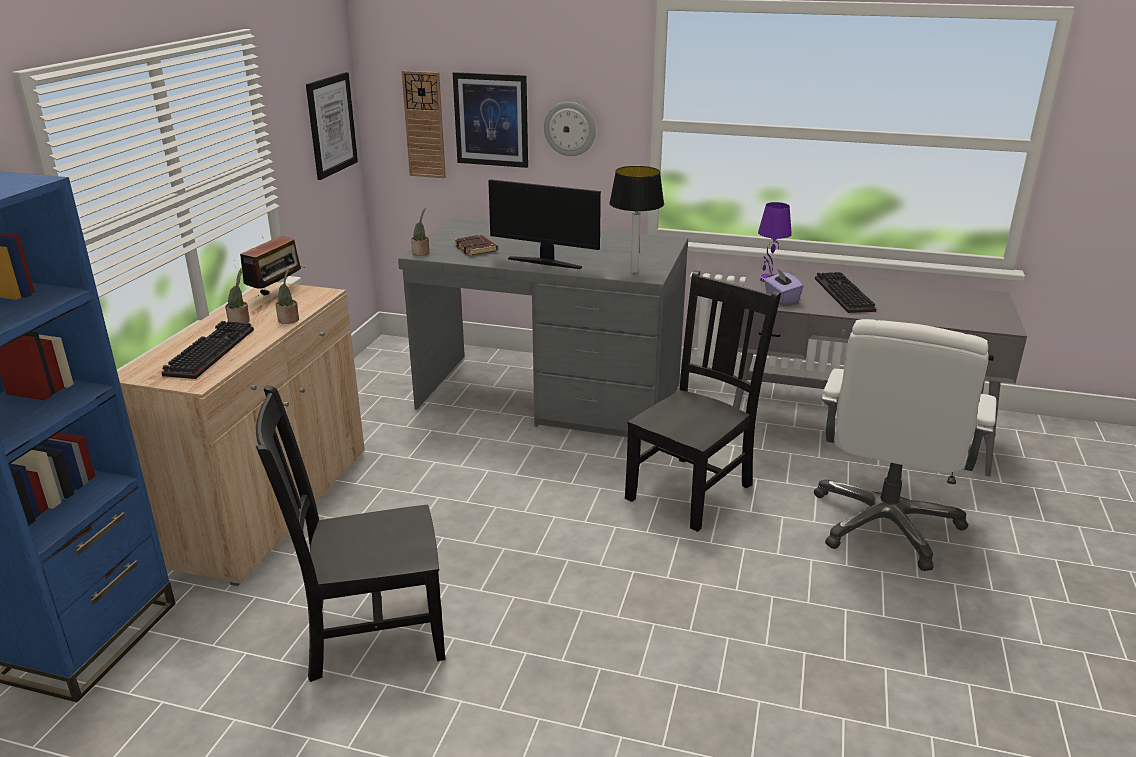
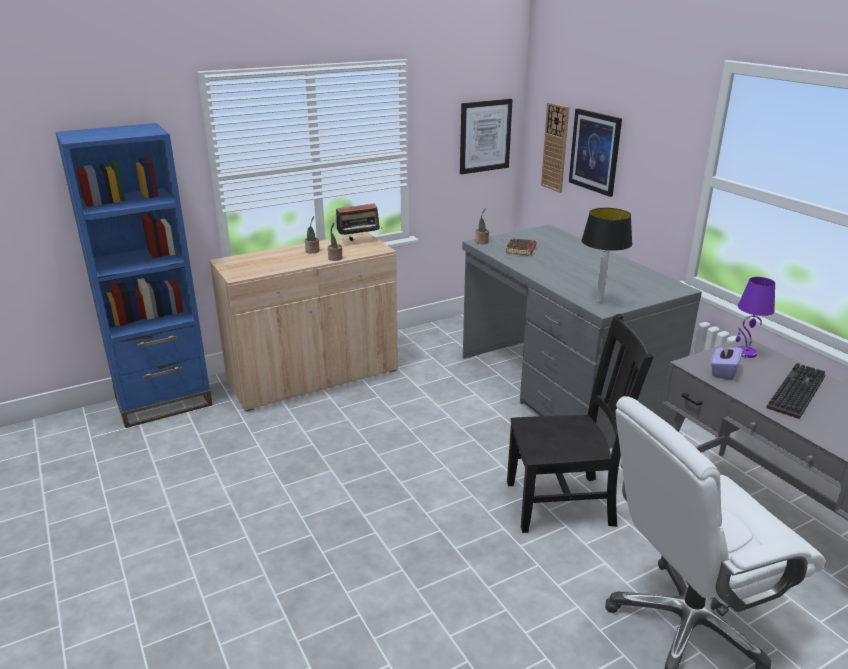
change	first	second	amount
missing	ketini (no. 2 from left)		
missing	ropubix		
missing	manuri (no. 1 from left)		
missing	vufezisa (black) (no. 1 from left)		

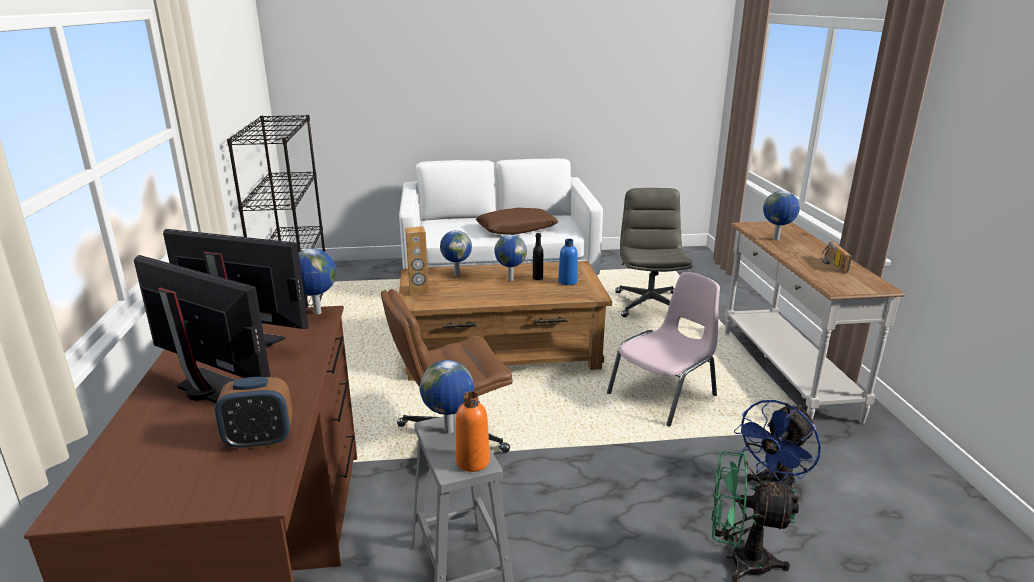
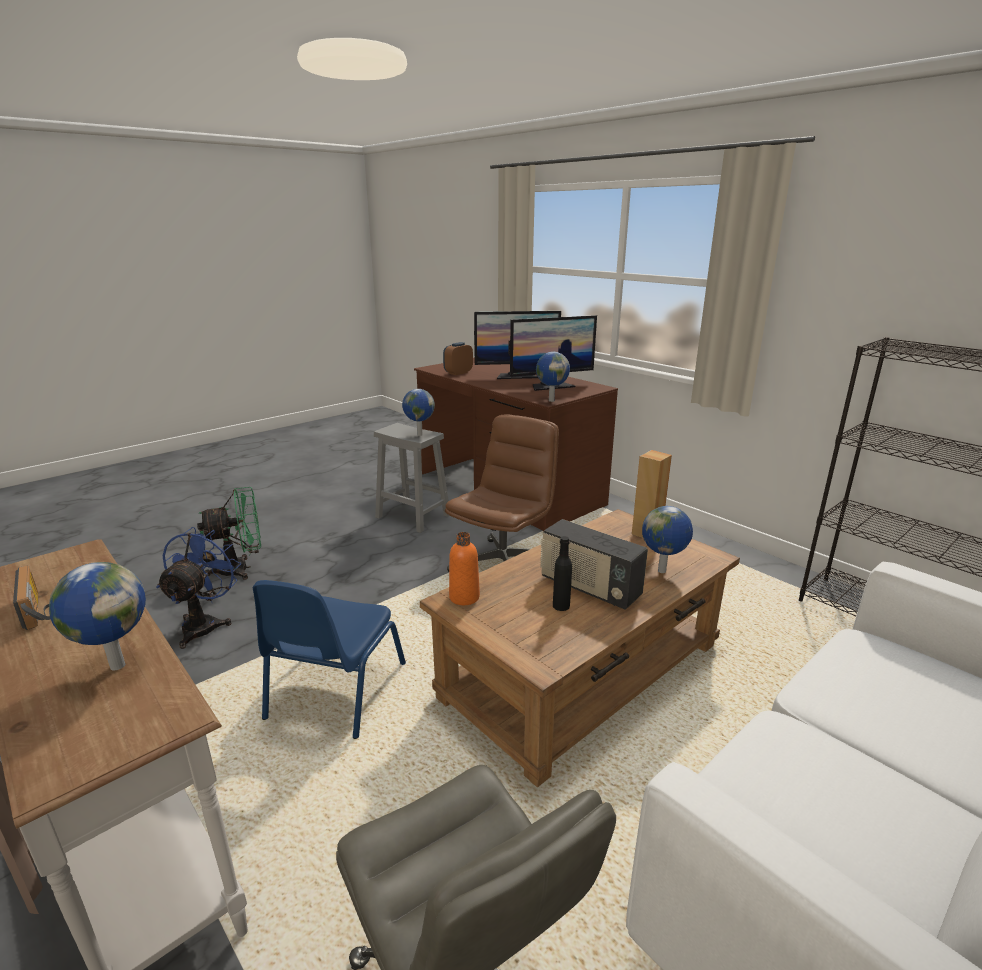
change	first	second	amount
missing	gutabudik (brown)		
exchanged	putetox (no. 4 from left)	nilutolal (no. 2 from left)	
missing	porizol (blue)		
colour	vufezisa (pink)	vufezisa (blue)	
relocated	porizol (orange)		

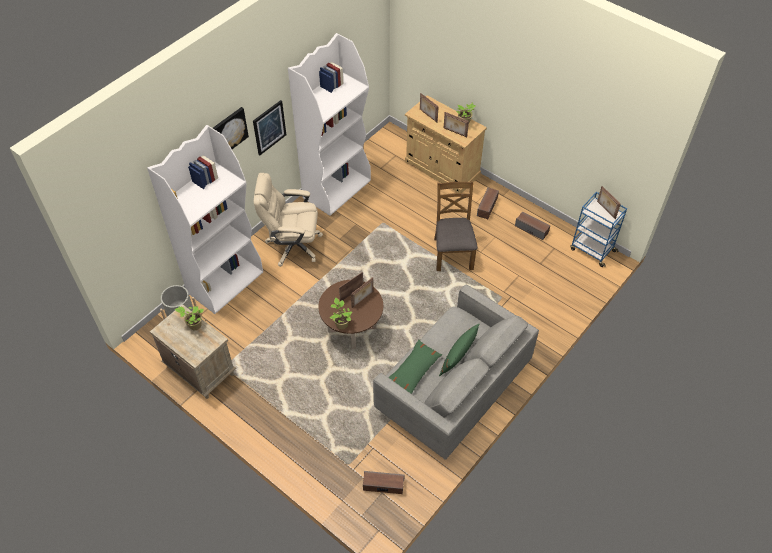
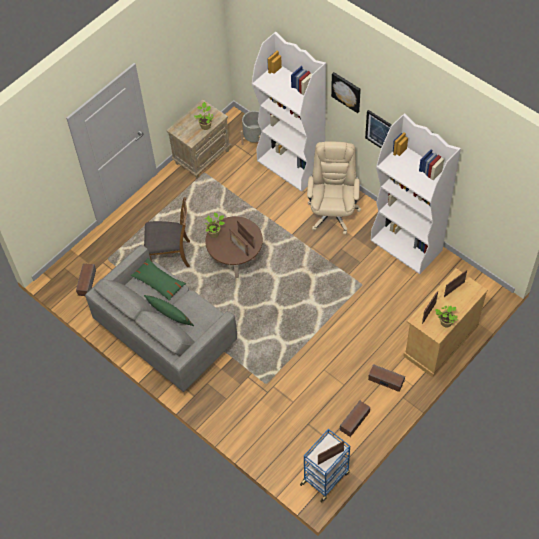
change	first	second	amount
relocated	vufezisa (brown)		

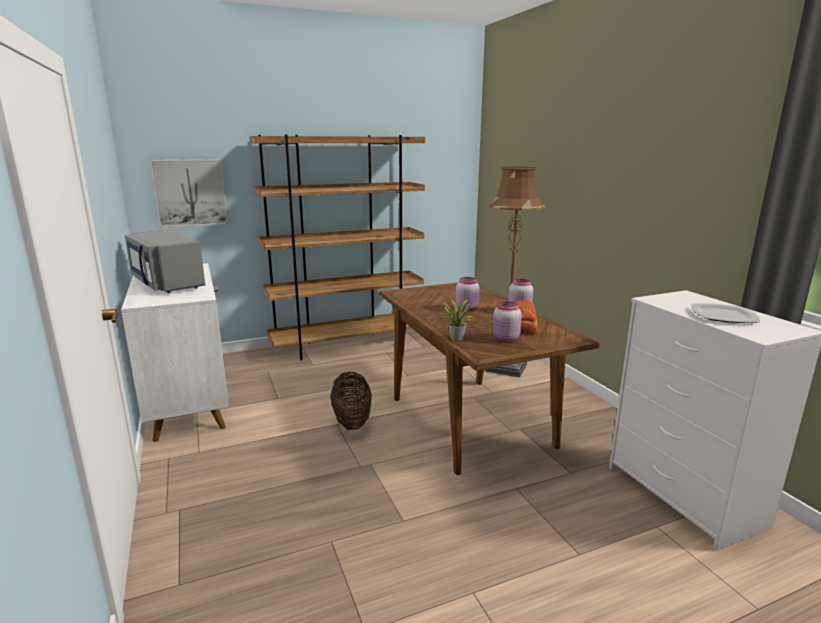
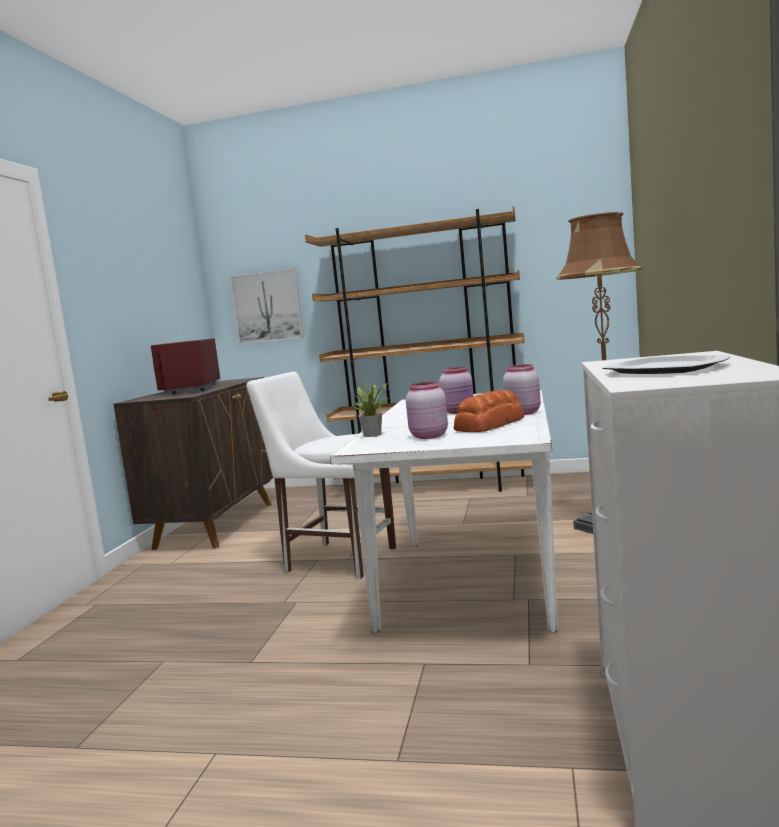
change	first	second	amount
colour	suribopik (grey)	suribopik (red)	
colour	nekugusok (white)	nekugusok (brown)	
colour	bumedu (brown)	bumedu (white)	
exchanged	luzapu	vufezisa (white)	

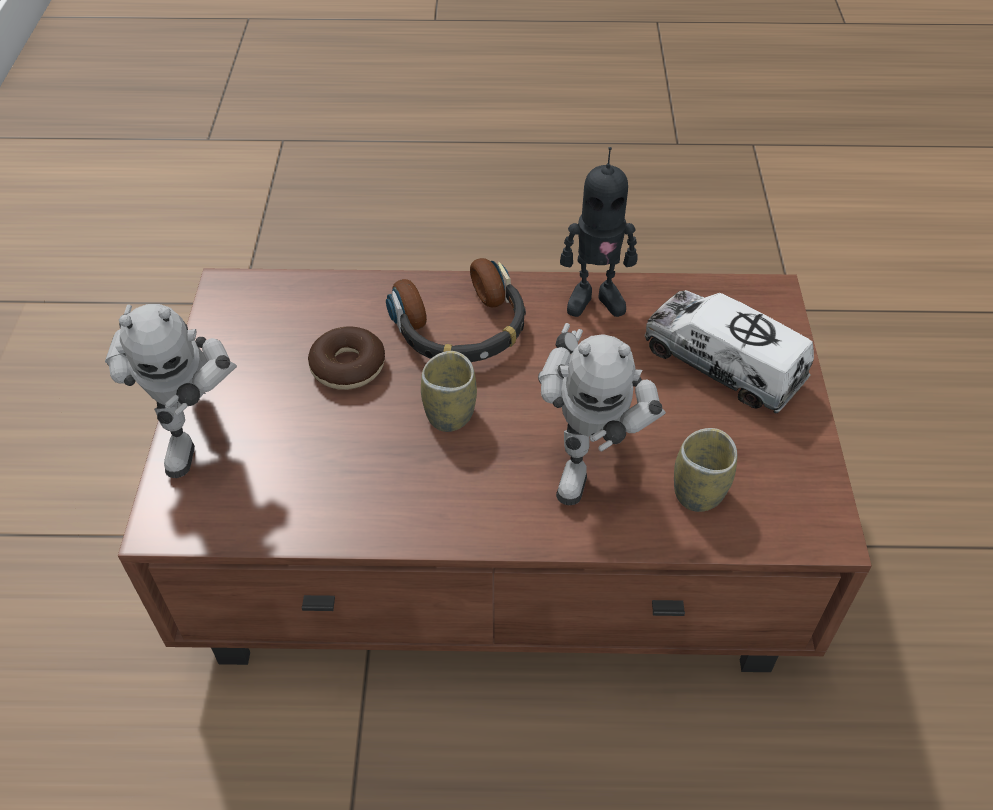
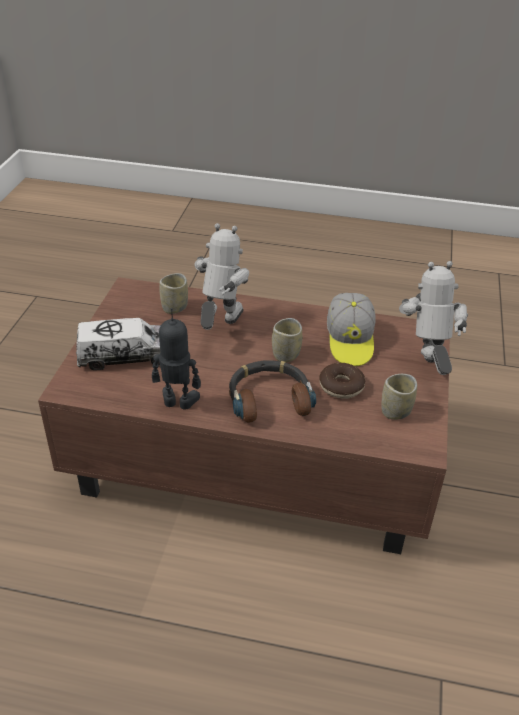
change	first	second	amount
spun	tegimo		60 degrees counterclockwise
appeared		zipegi	
appeared		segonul (no. 3 from left)	

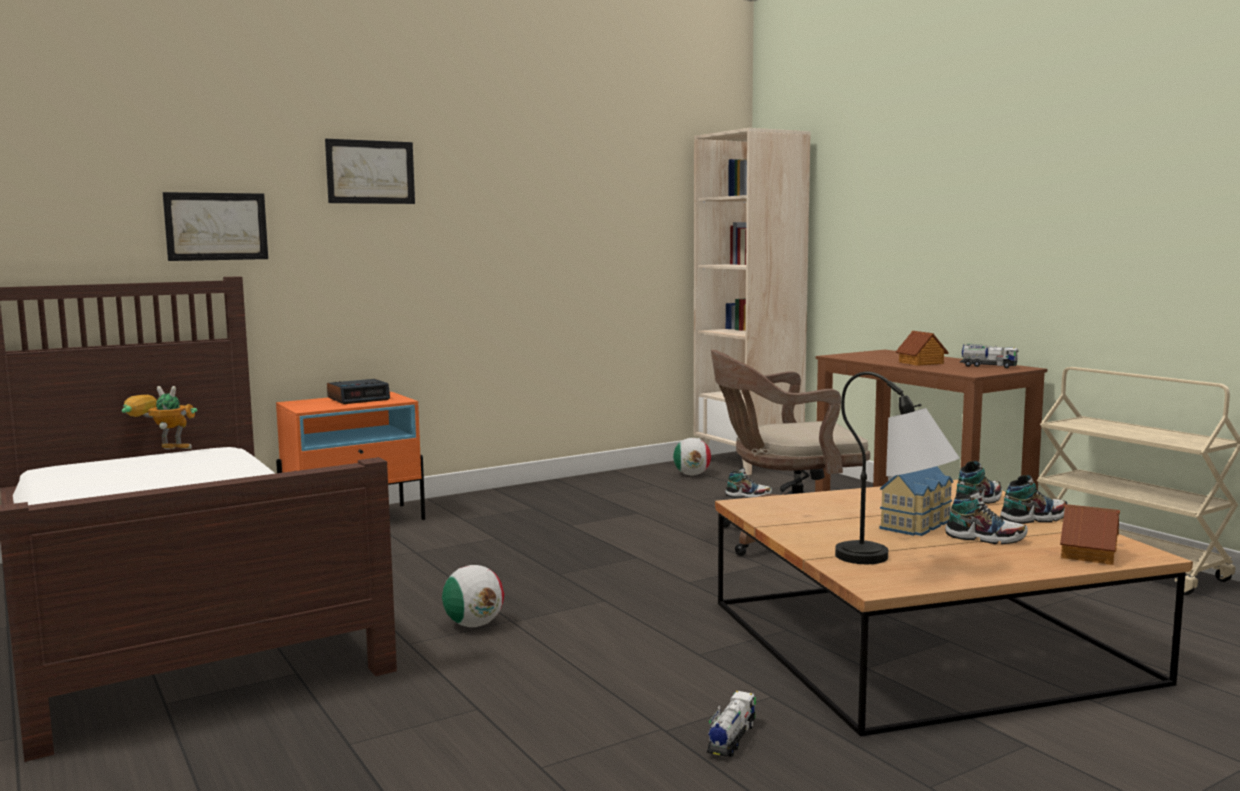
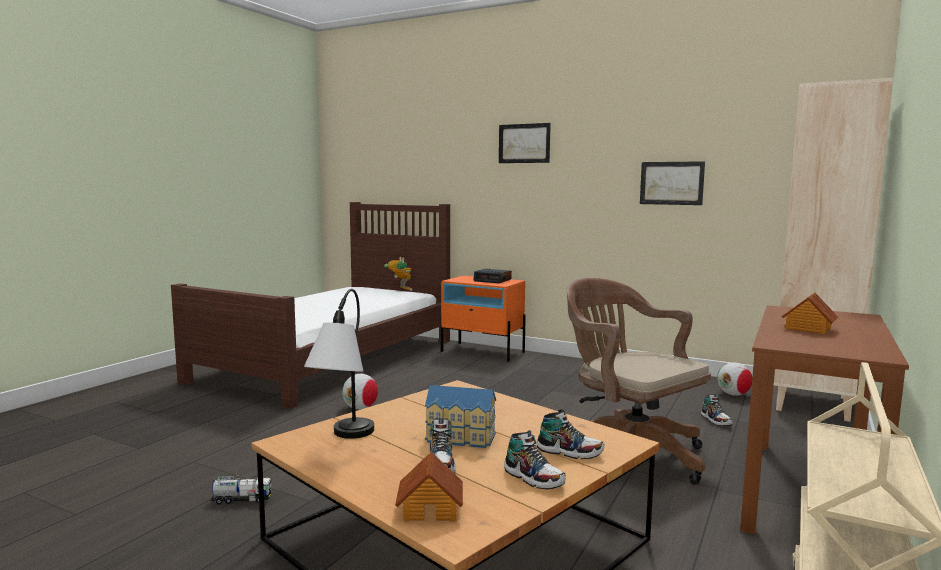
change	first	second	amount
relocated	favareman (no. 1 from left in the first image)	favareman (no. 2 from left)	
missing	tegimo (no. 2 from left)		

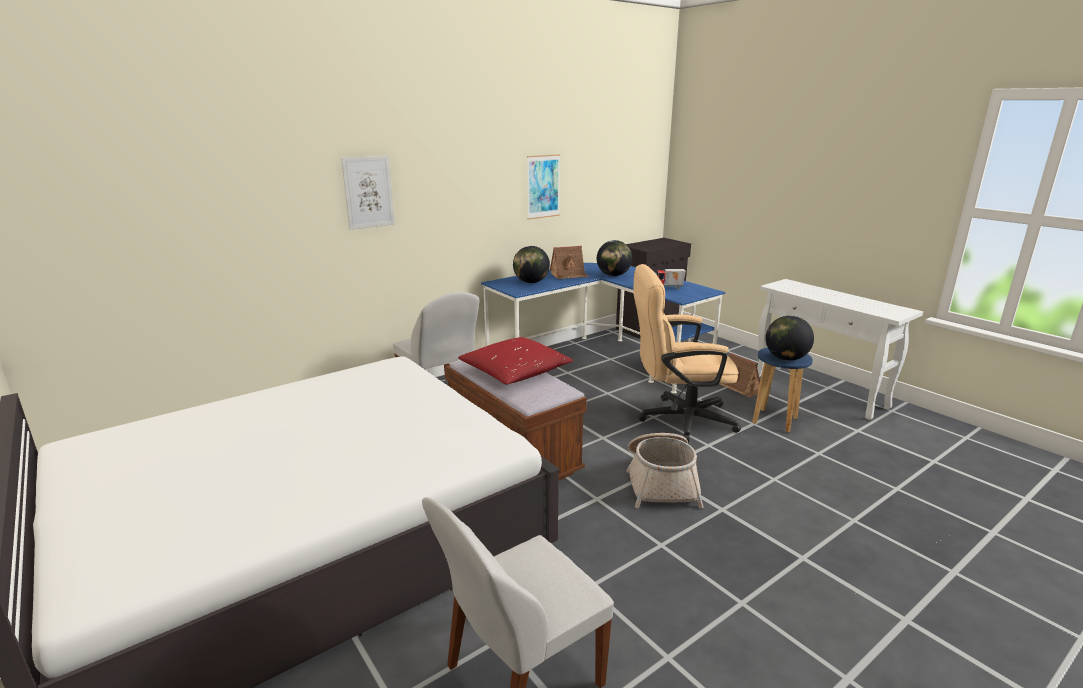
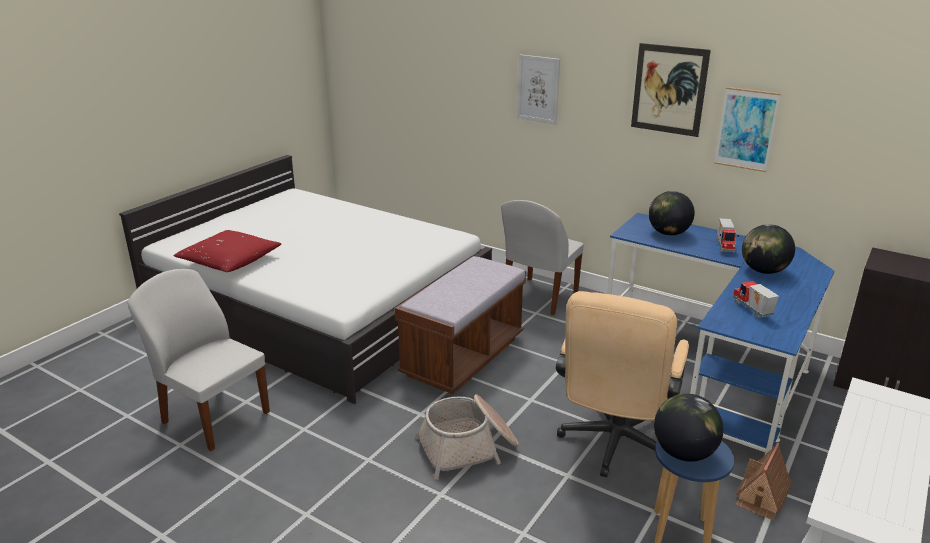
change	first	second	amount
exchanged	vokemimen (no. 1 from left)	tegimo (no. 1 from left)	
spun	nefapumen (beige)		135 degrees counterclockwise
relocated	gutabudik (red)		
appeared		favareman (no. 2 from left)	

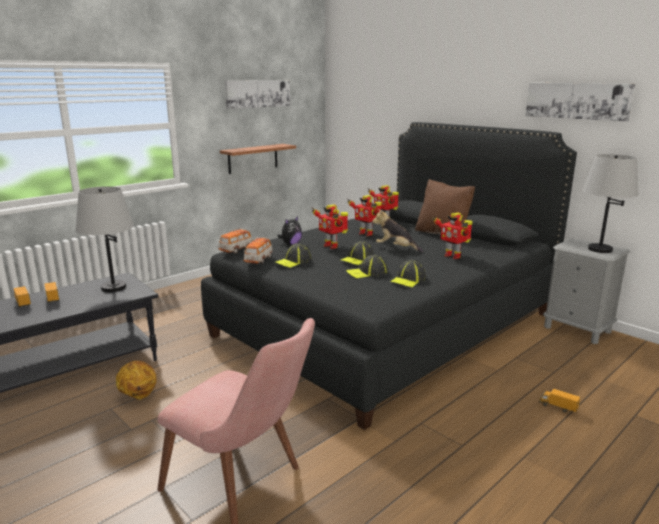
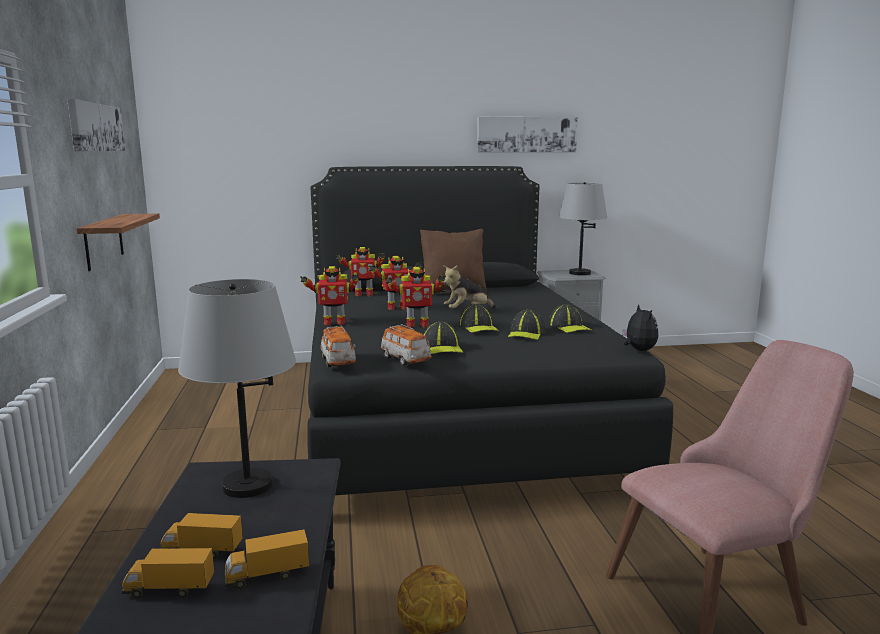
change	first	second	amount
relocated	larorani (no. 4 from left in the first image)	larorani (no. 1 from left)	
relocated	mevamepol (no. 1 from left in the first image)	mevamepol (no. 2 from left)	
relocated	tegimo (no. 3 from left)		

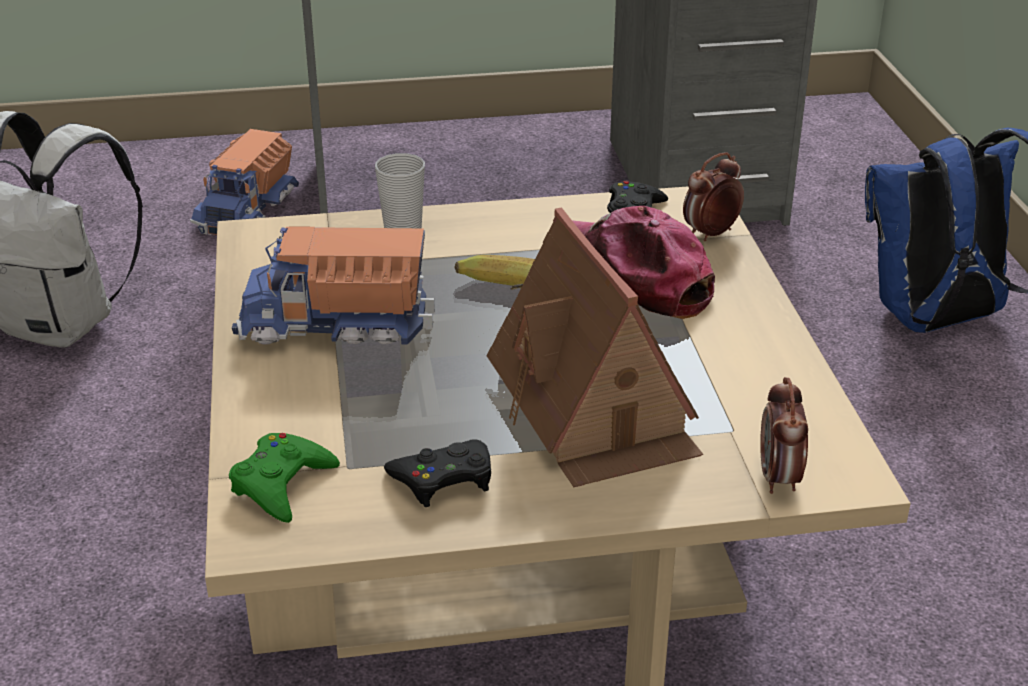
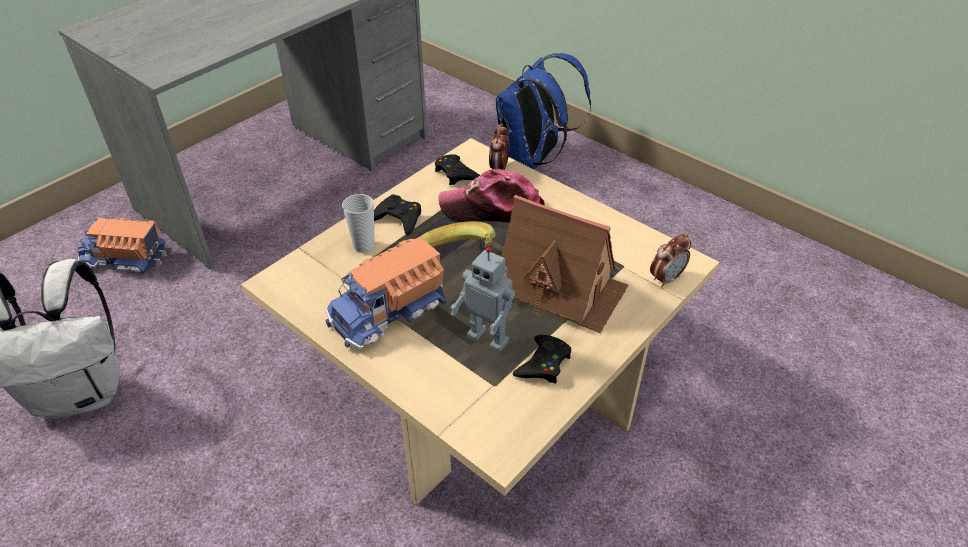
change	first	second	amount
spun	tegimo (no. 1 from left)		120 degrees clockwise
spun	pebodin (no. 2 from left)		90 degrees counterclockwise
missing	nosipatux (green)		
appeared		nosipatux (black) (no. 1 from left)	
appeared		larorani	

